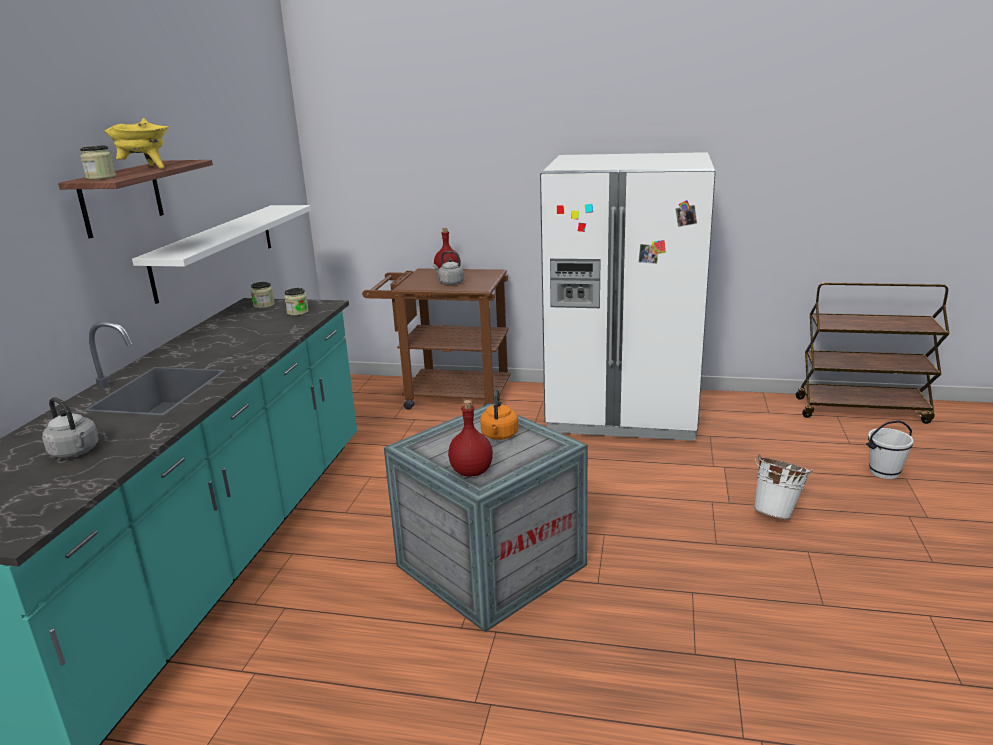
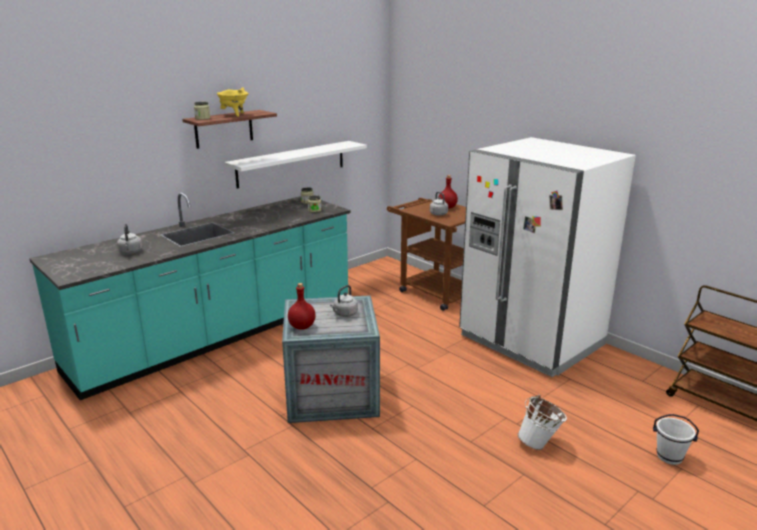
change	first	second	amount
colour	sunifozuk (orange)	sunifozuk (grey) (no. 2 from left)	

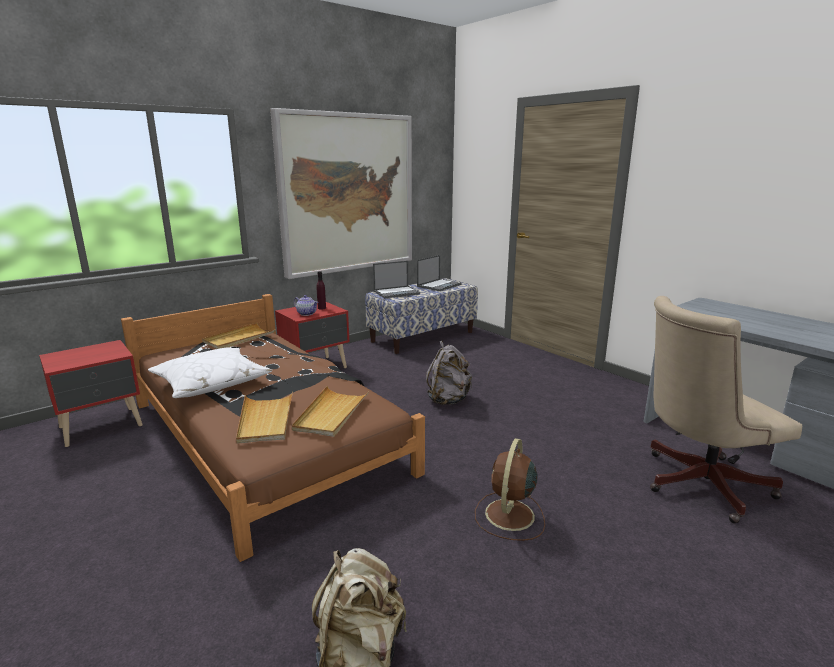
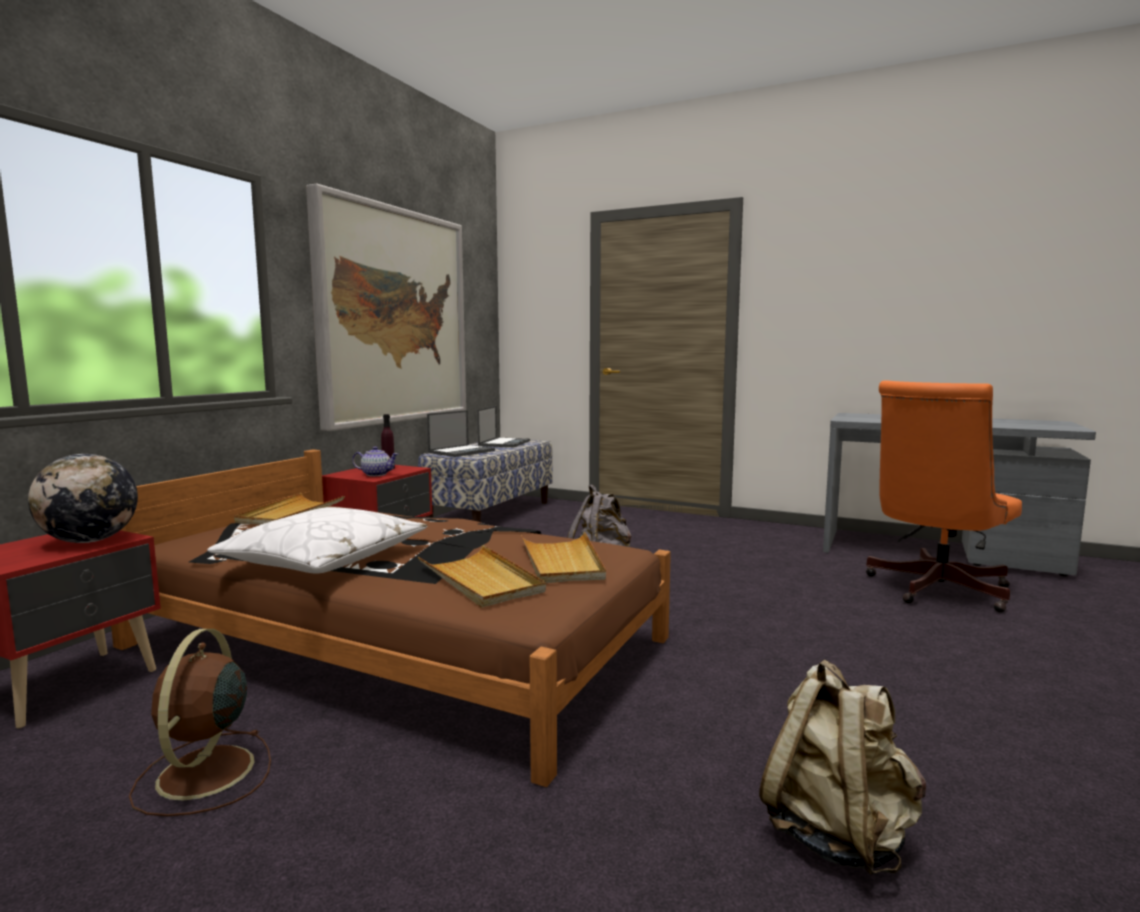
change	first	second	amount
colour	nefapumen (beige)	nefapumen (orange)	
relocated	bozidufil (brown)		
appeared		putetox	

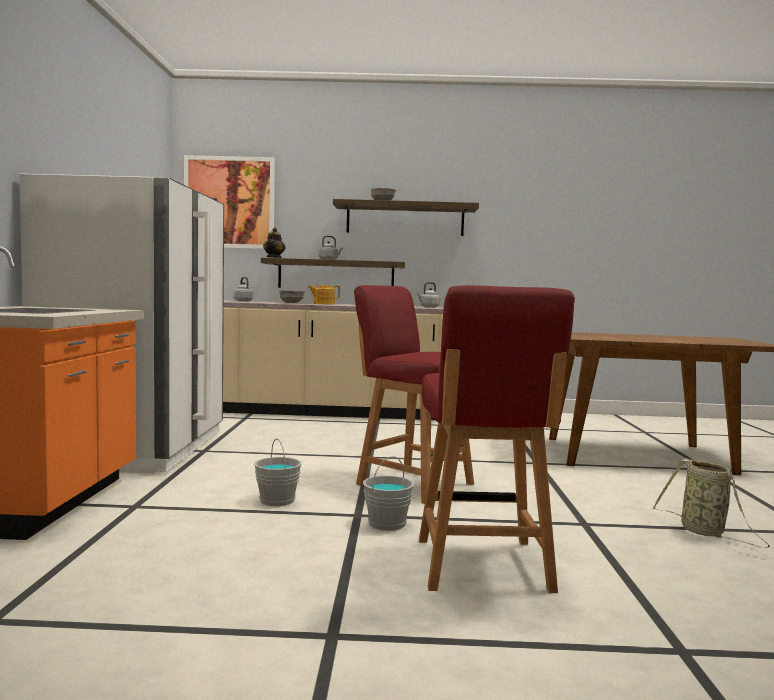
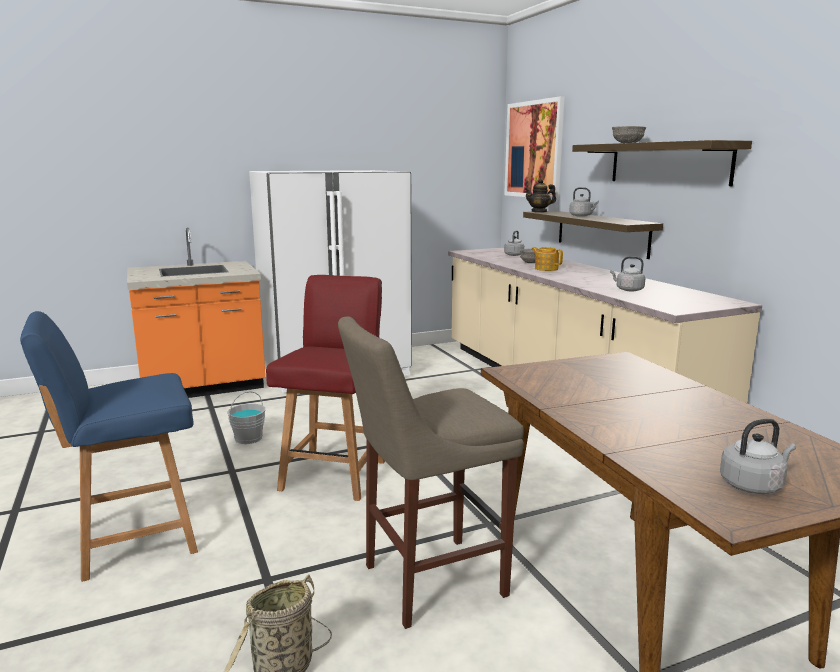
change	first	second	amount
colour	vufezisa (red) (no. 2 from left)	vufezisa (blue)	
missing	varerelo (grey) (no. 2 from left)		
appeared		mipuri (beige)	
appeared		sunifozuk (grey) (no. 4 from left)	

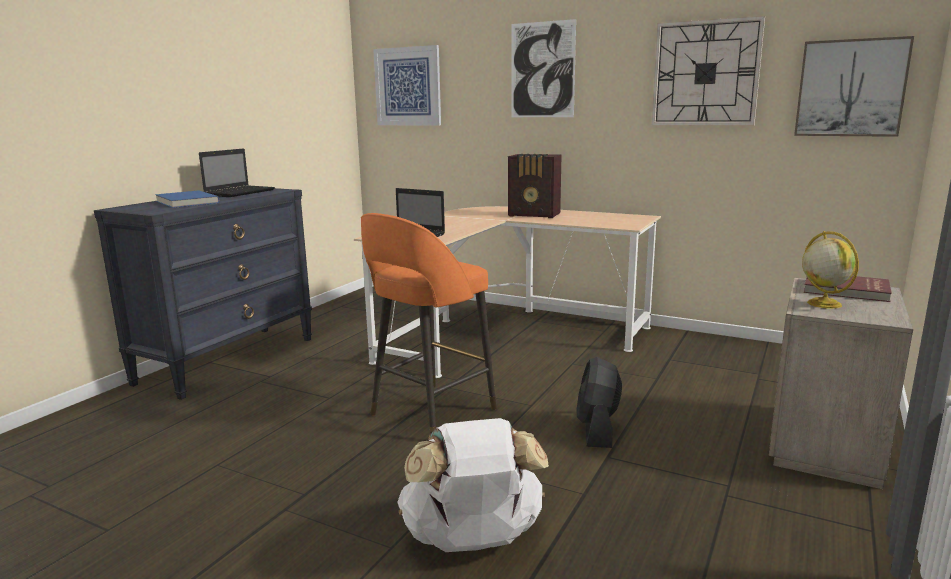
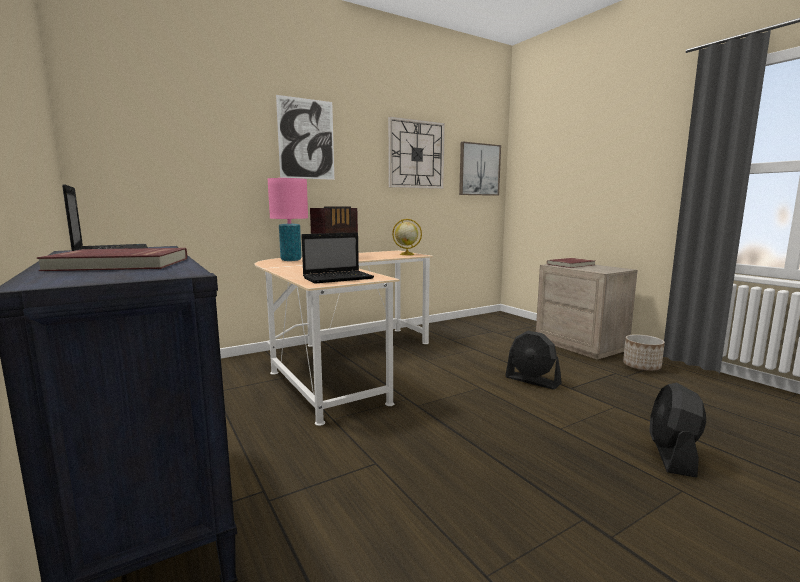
change	first	second	amount
missing	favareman (no. 1 from left)		
colour	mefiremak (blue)	mefiremak (red) (no. 1 from left)	
missing	mipuri (orange)		
relocated	putetox		
exchanged	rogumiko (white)	bozidufil (black) (no. 2 from left)	
appeared		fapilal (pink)	
appeared		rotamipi	

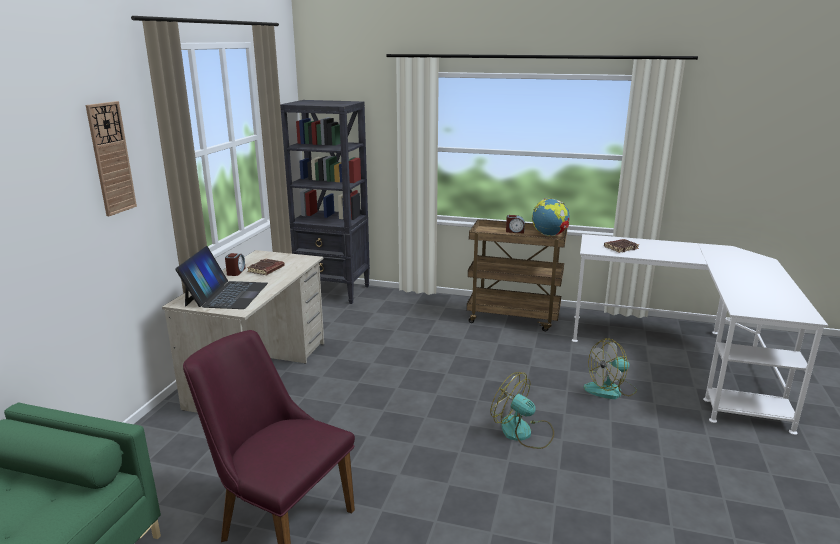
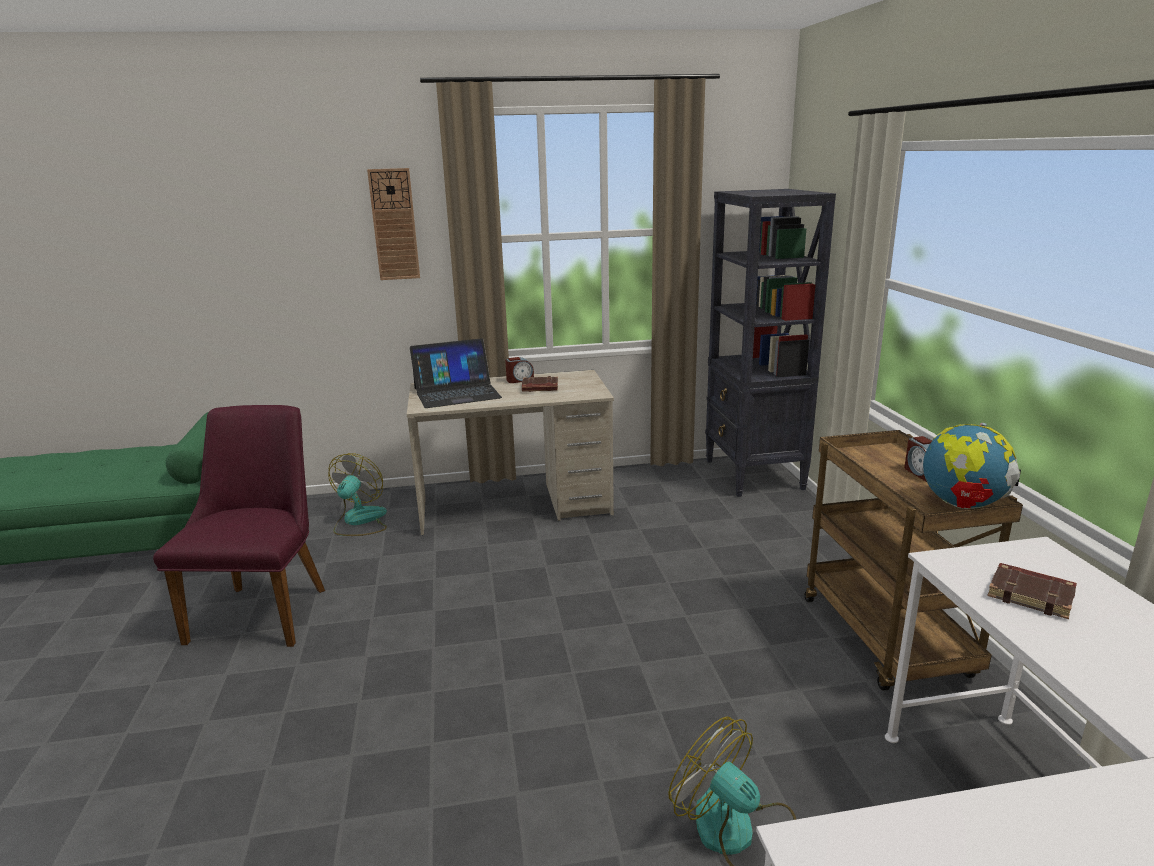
change	first	second	amount
relocated	bozidufil (no. 1 from left)		

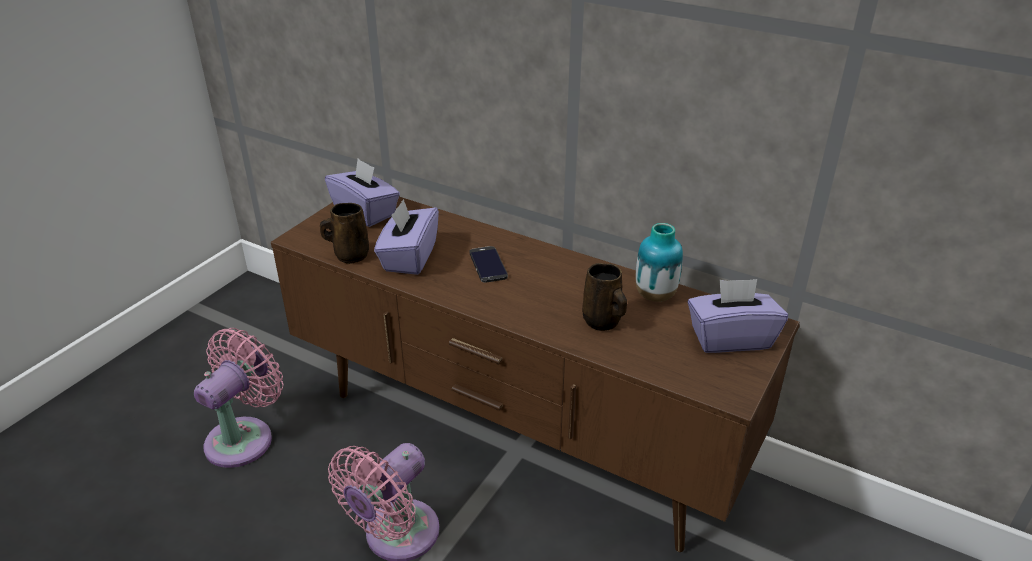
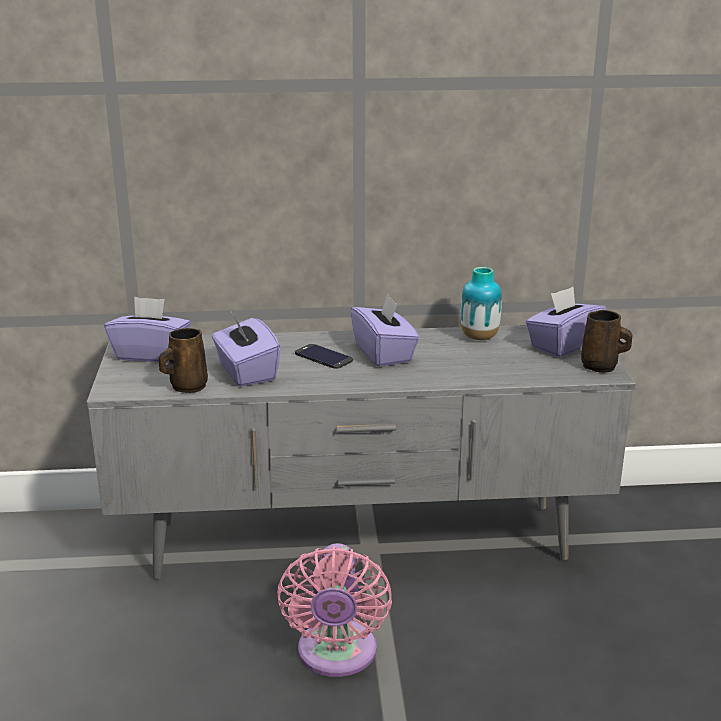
change	first	second	amount
colour	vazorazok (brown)	vazorazok (grey)	
relocated	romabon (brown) (no. 2 from left)		
missing	bozidufil (pink) (no. 1 from left)		
appeared		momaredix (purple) (no. 3 from left)	

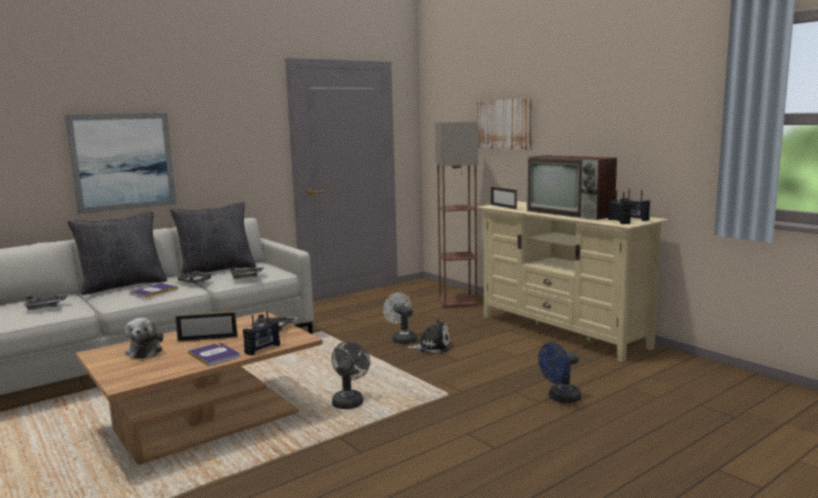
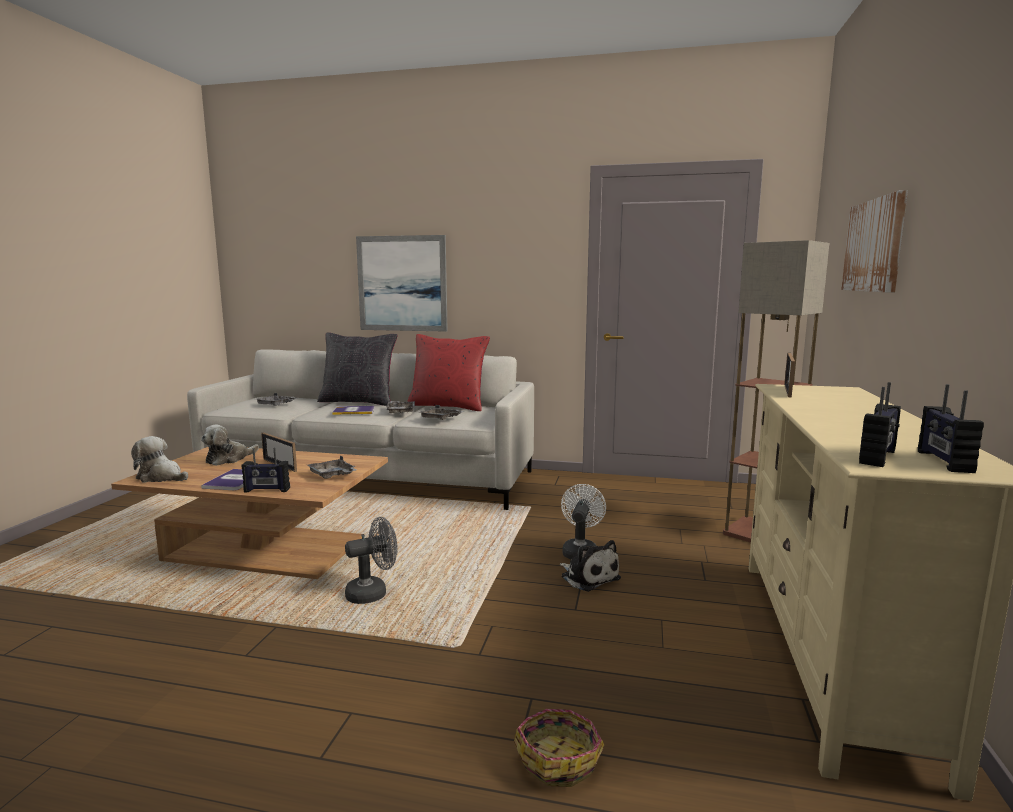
change	first	second	amount
missing	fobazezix		
colour	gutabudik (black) (no. 2 from left)	gutabudik (red)	
exchanged	bozidufil (blue)	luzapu	
appeared		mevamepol (no. 1 from left)	

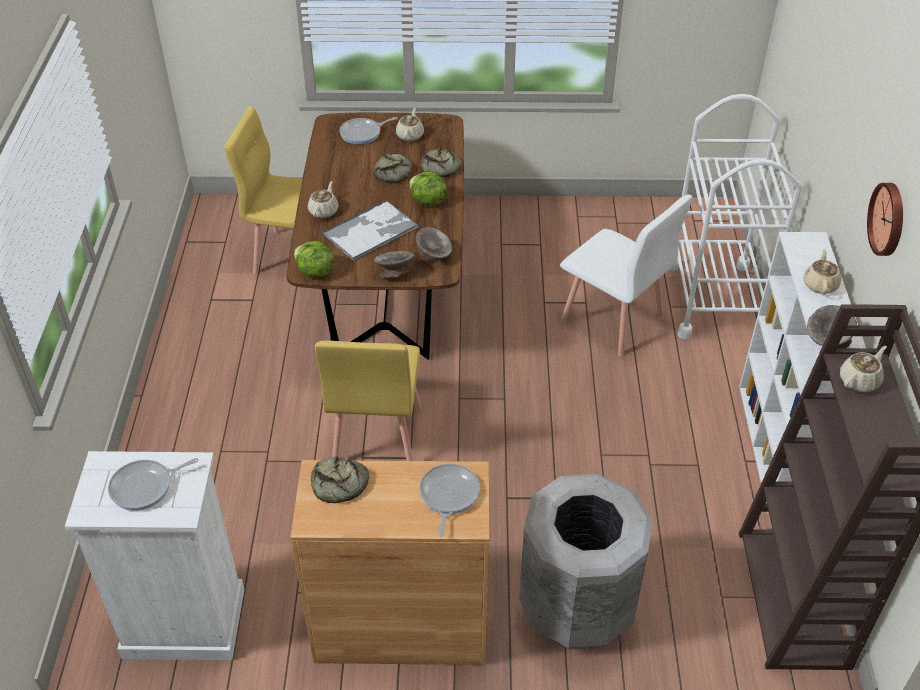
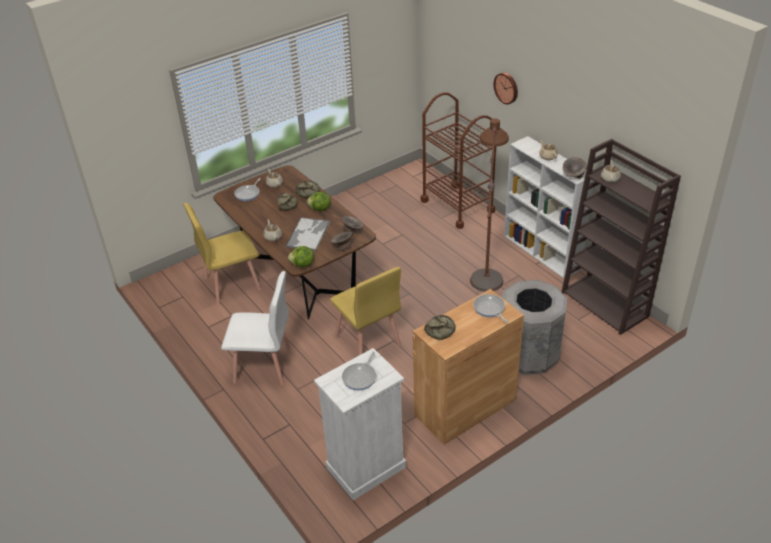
change	first	second	amount
colour	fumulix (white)	fumulix (brown)	
relocated	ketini		
relocated	vufezisa (white)		
appeared		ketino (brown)	

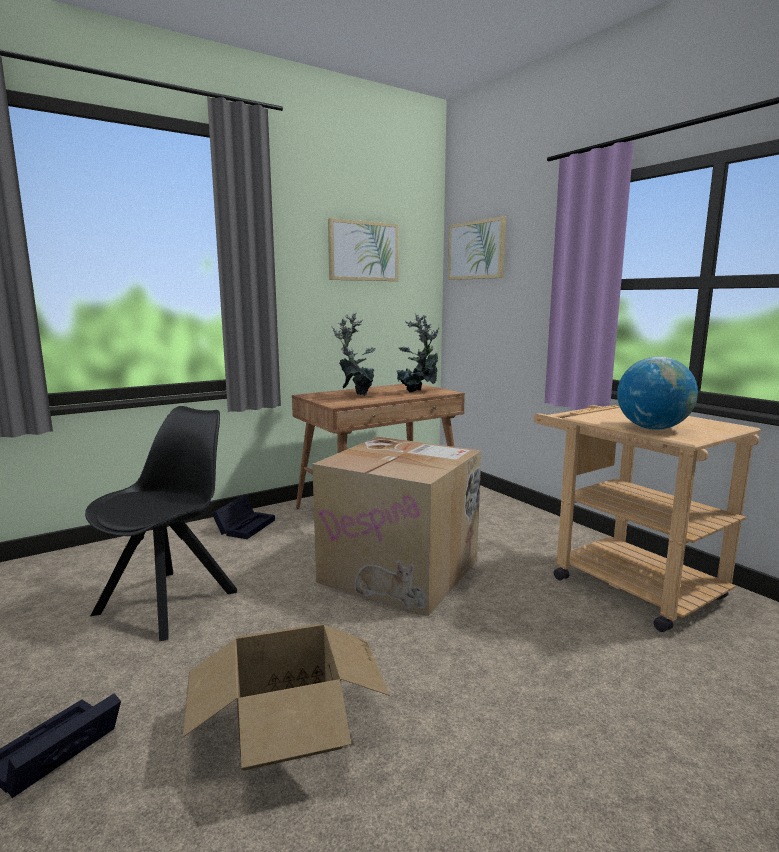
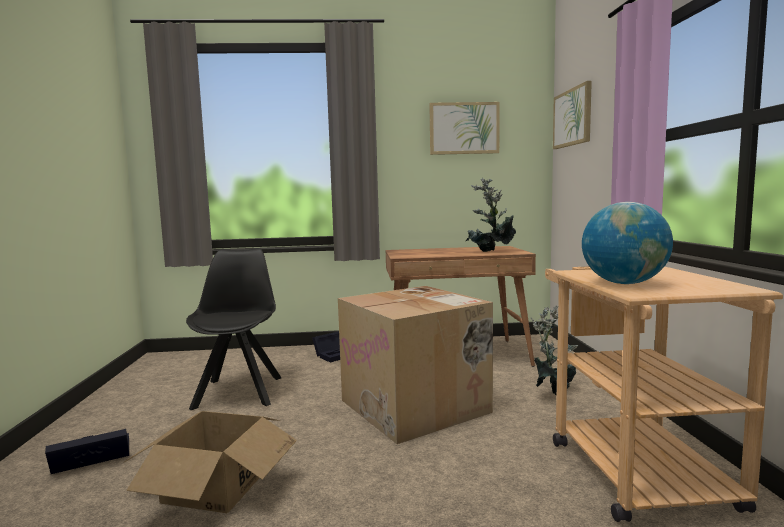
change	first	second	amount
relocated	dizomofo (no. 1 from left in the first image)	dizomofo (no. 2 from left)	
spun	vufezisa (black)		60 degrees counterclockwise

